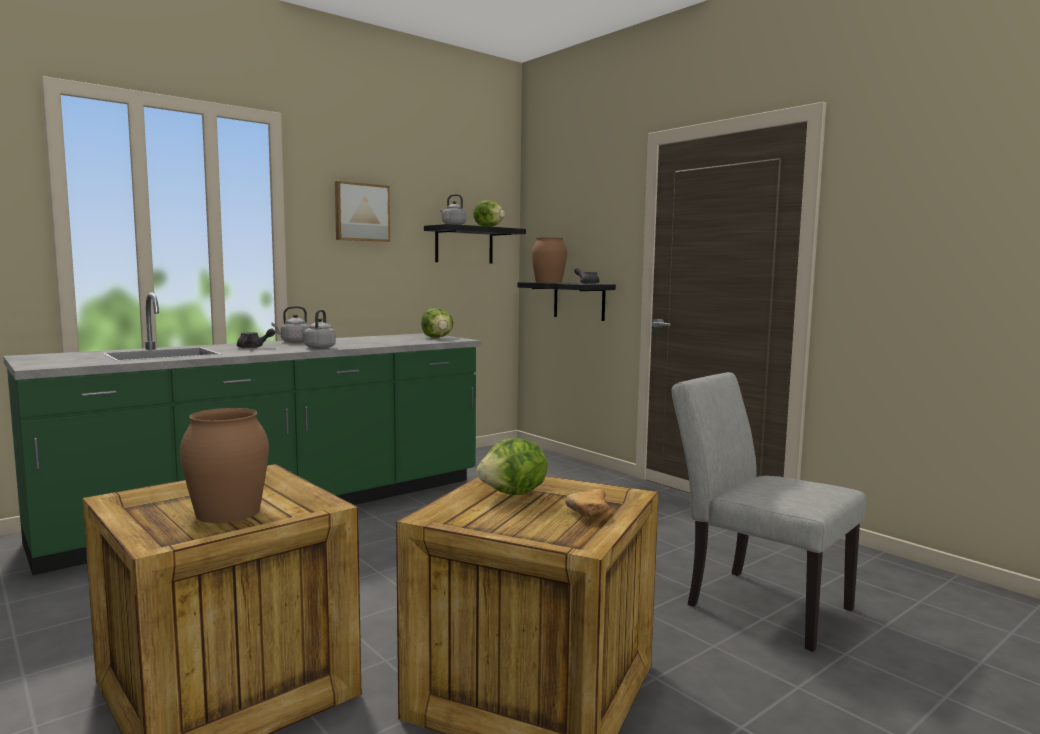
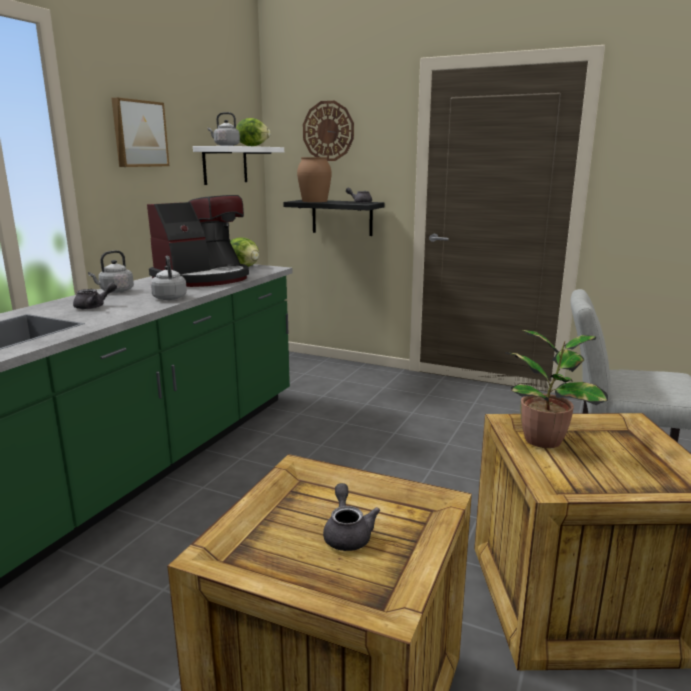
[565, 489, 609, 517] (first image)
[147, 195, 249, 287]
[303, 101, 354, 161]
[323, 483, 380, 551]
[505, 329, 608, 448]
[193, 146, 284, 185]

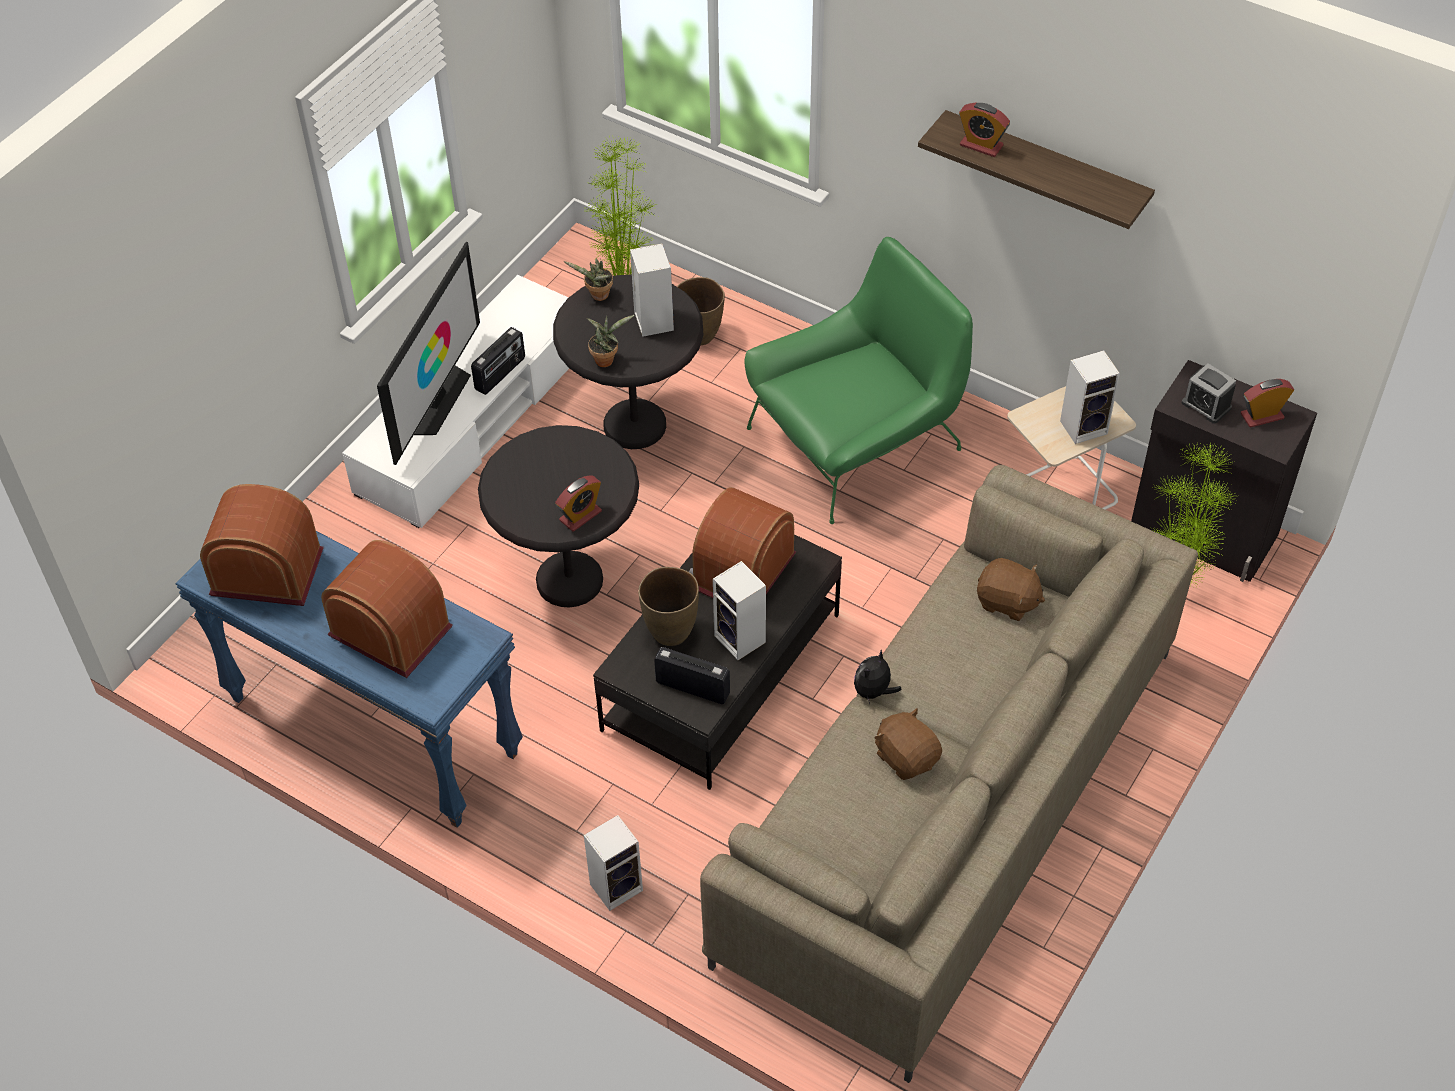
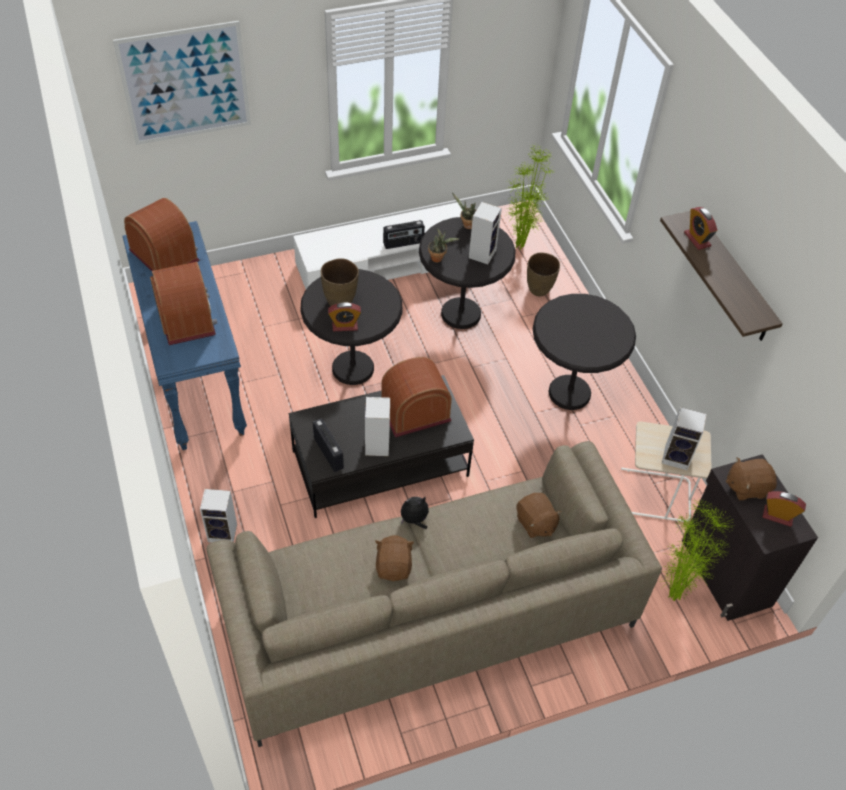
[377, 242, 480, 465] (first image)
[113, 21, 251, 145]
[321, 258, 359, 306]
[533, 294, 636, 410]
[726, 457, 777, 500]

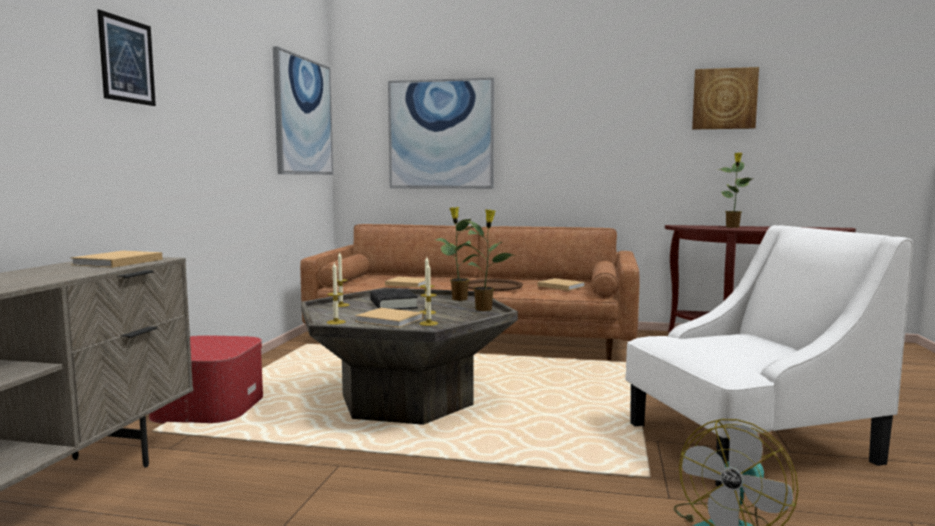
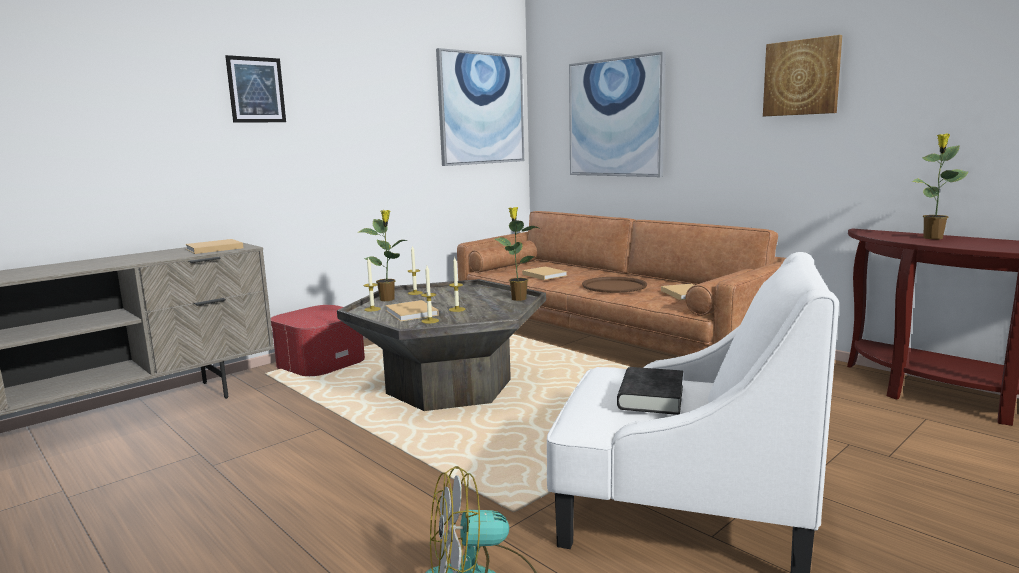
[617, 367, 683, 415]
[357, 210, 408, 301]
[763, 35, 842, 116]

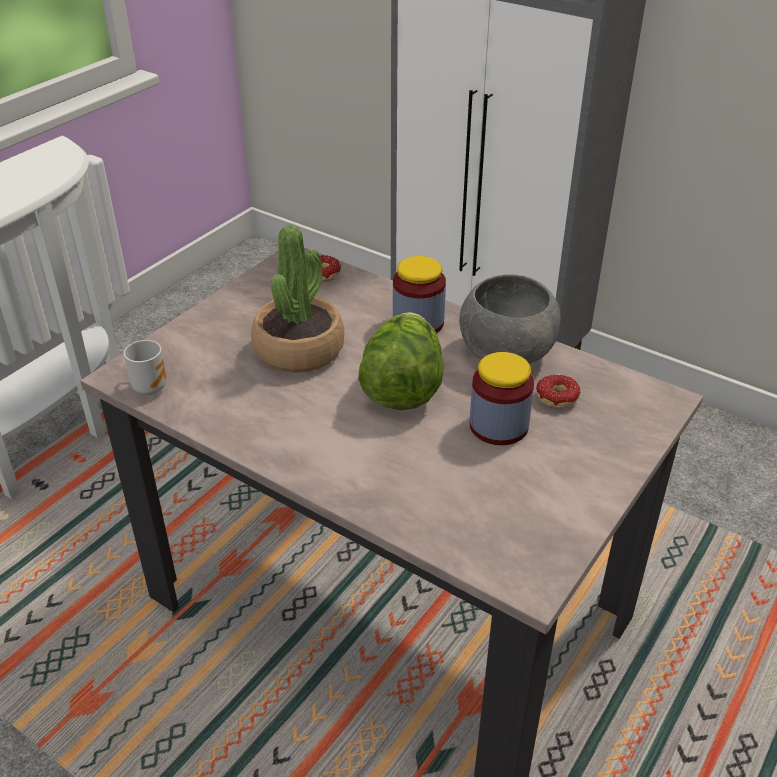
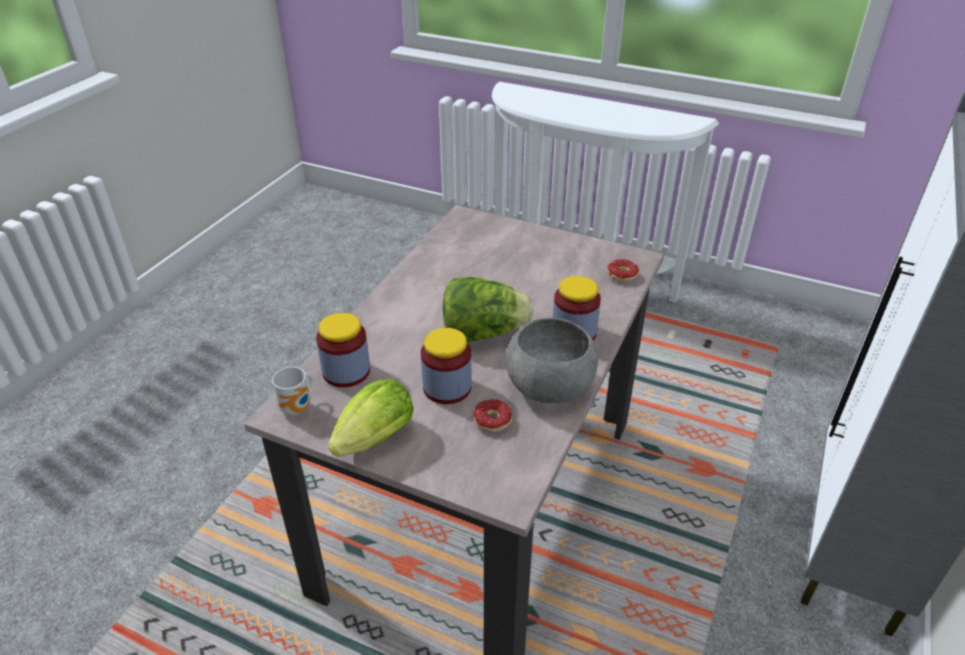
[251, 225, 344, 373] (first image)
[316, 313, 370, 387]
[328, 379, 414, 457]
[272, 367, 313, 415]

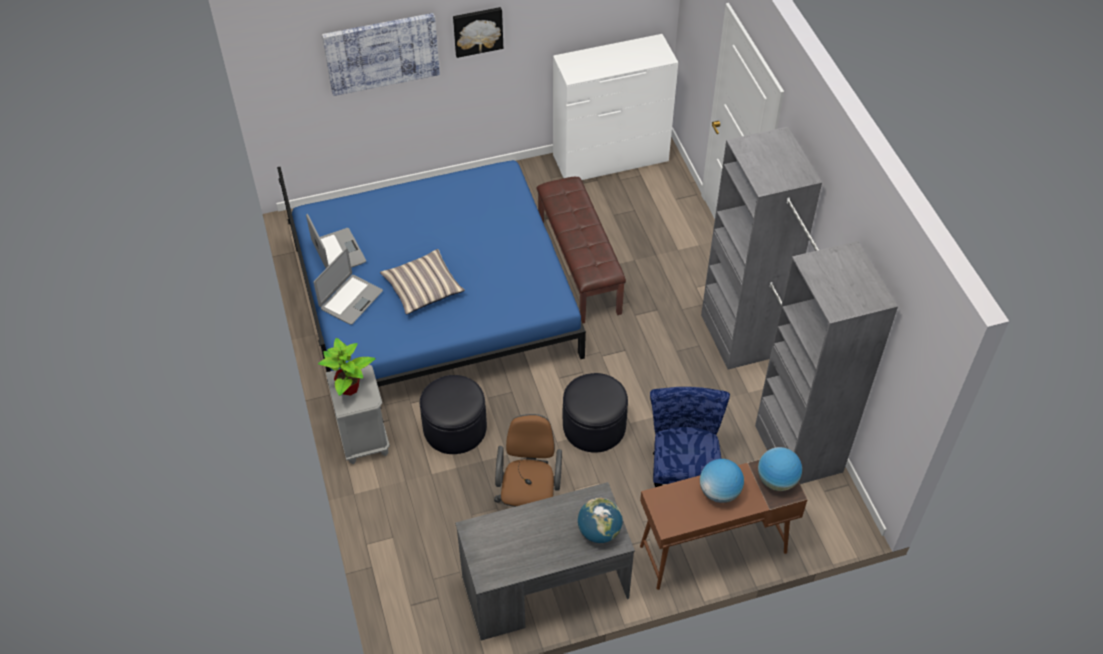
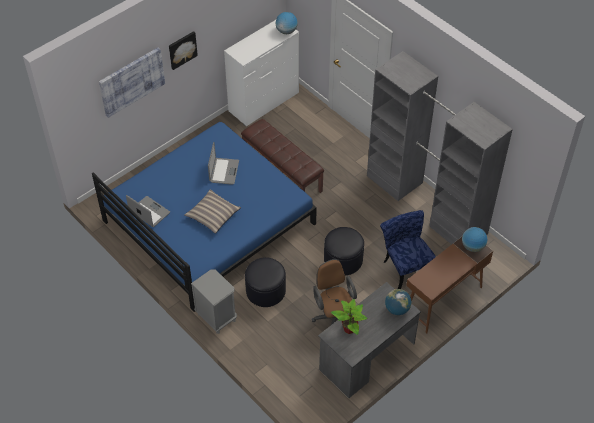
[208, 142, 239, 184]
[331, 299, 368, 335]
[276, 12, 298, 34]

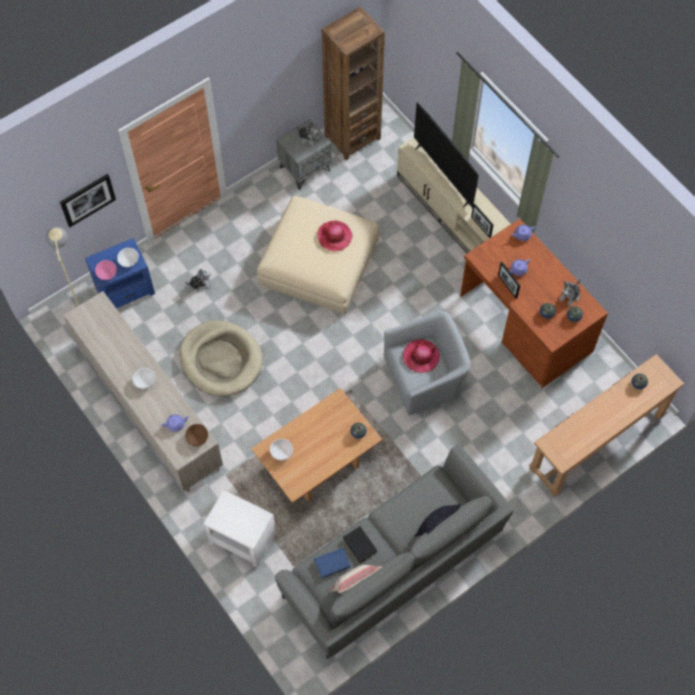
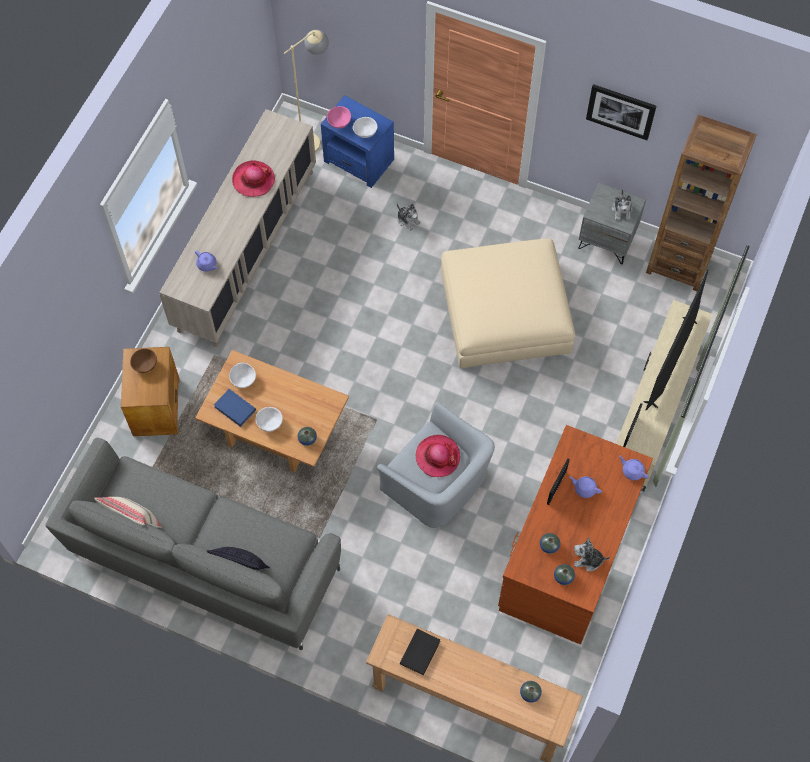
[179, 320, 263, 396] (first image)
[586, 84, 657, 140]
[256, 407, 283, 432]
[130, 348, 157, 373]
[214, 389, 256, 427]
[232, 160, 275, 197]
[400, 629, 440, 675]
[121, 347, 179, 436]

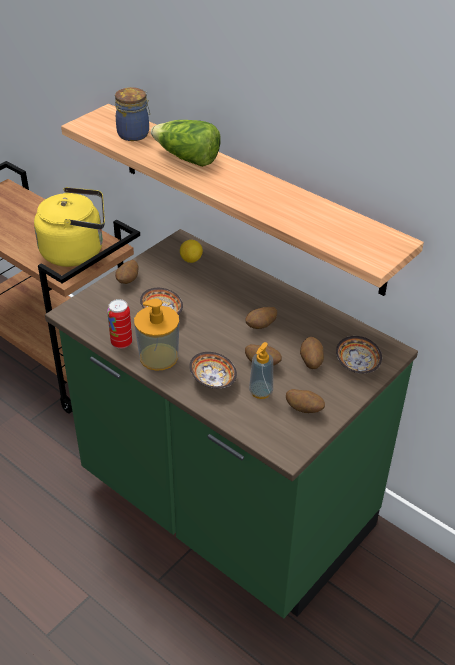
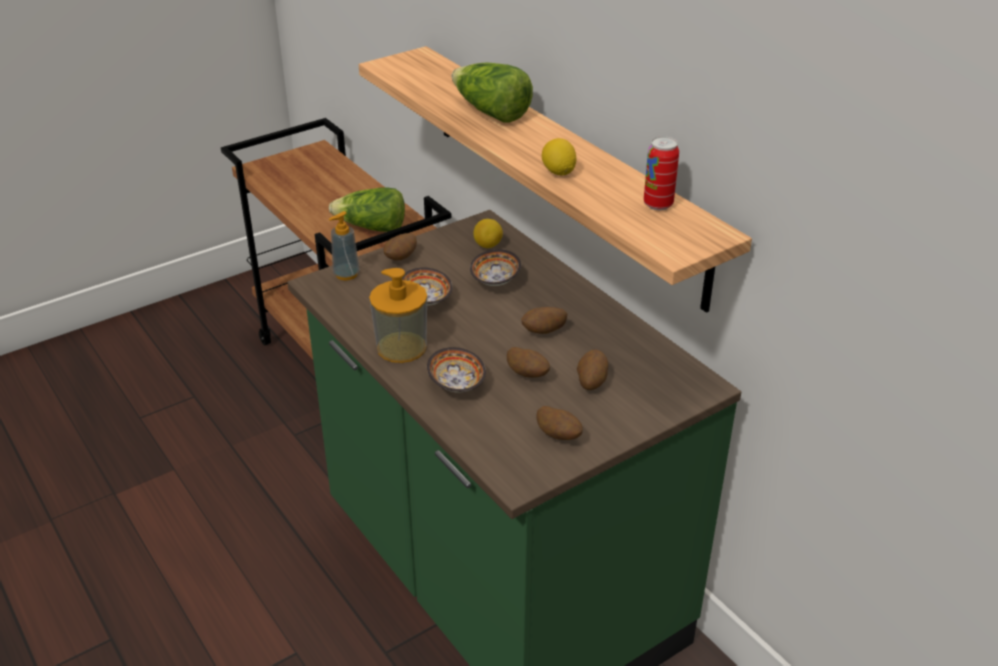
[115, 87, 150, 141] (first image)
[542, 138, 576, 175]
[644, 136, 679, 210]
[329, 211, 360, 281]
[470, 249, 521, 286]
[329, 188, 405, 232]

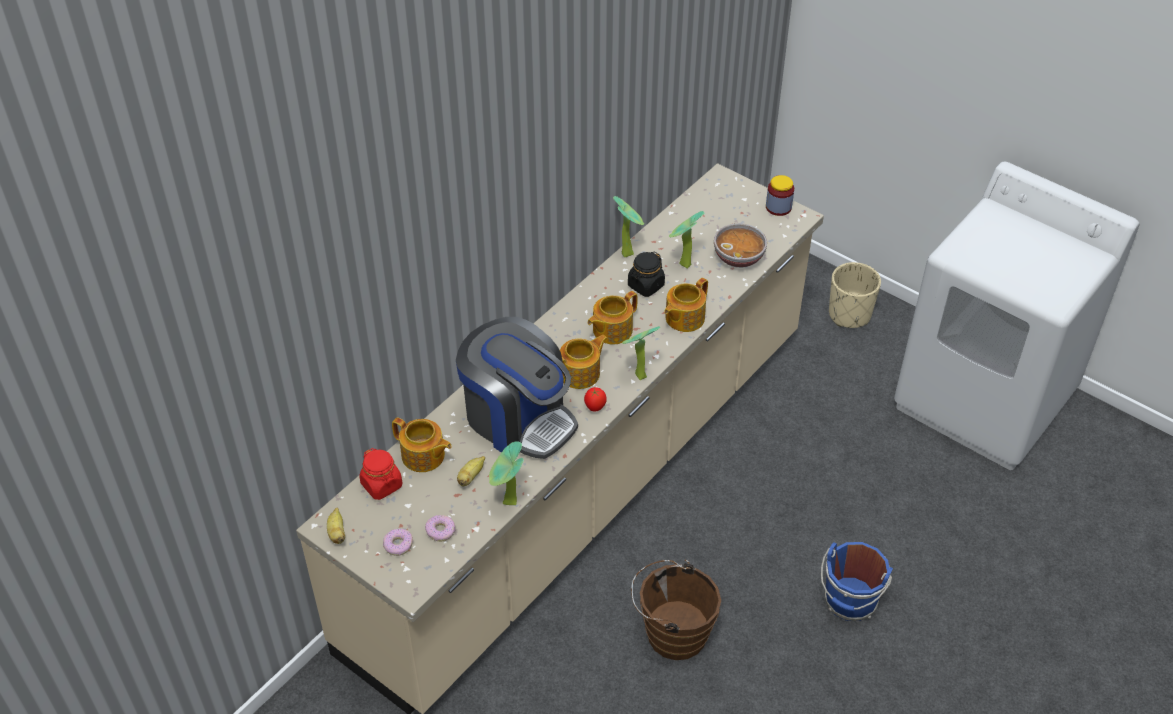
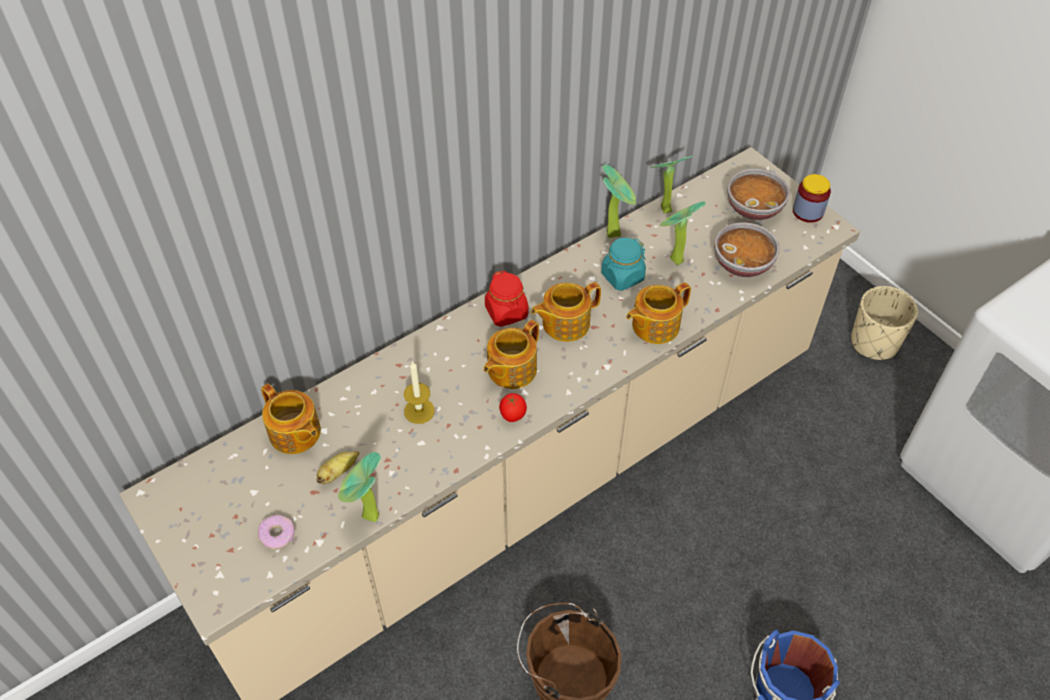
[327, 507, 345, 544] (first image)
[383, 529, 413, 556] (first image)
[727, 169, 790, 220]
[485, 270, 528, 327]
[650, 156, 693, 214]
[404, 361, 435, 424]
[601, 238, 646, 291]
[483, 320, 539, 389]

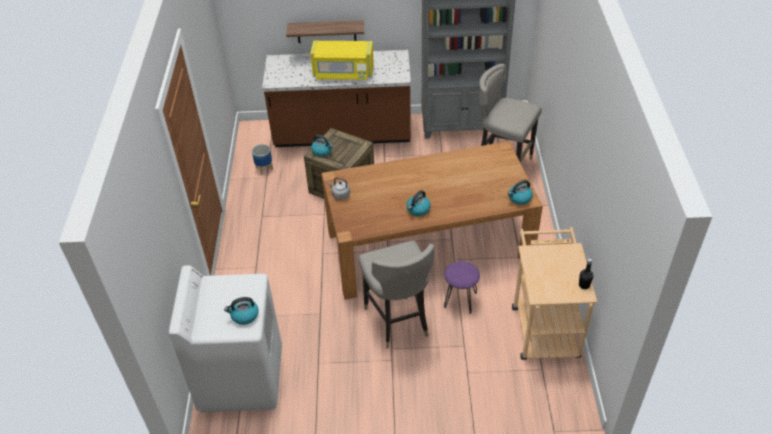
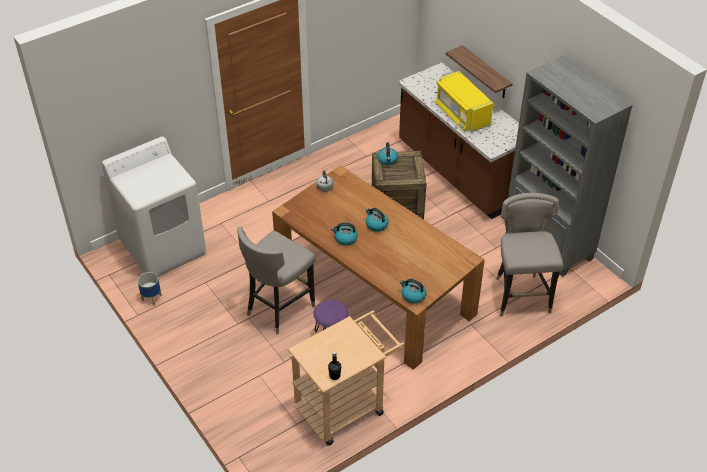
[366, 208, 389, 232]
[137, 272, 162, 305]

